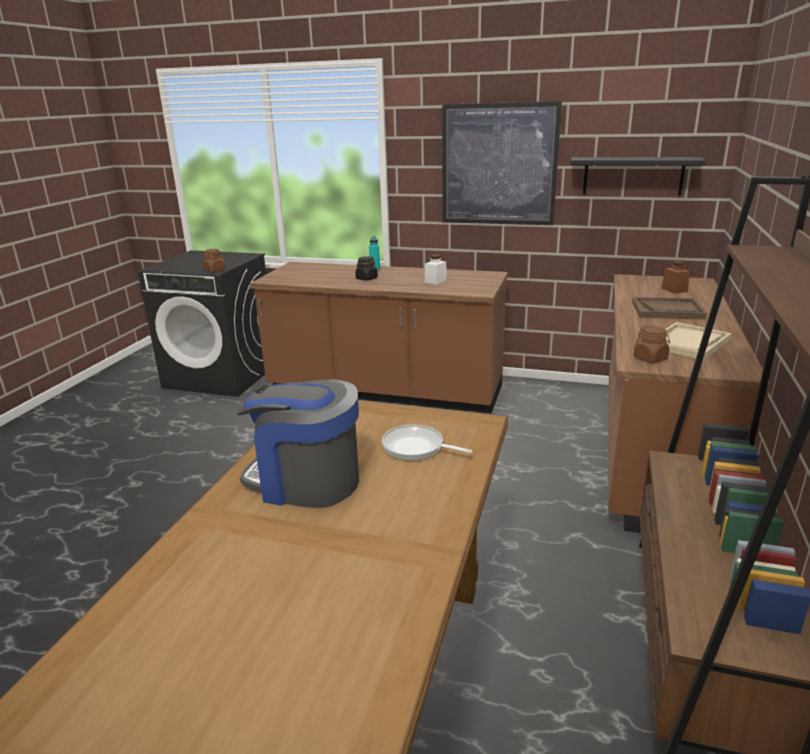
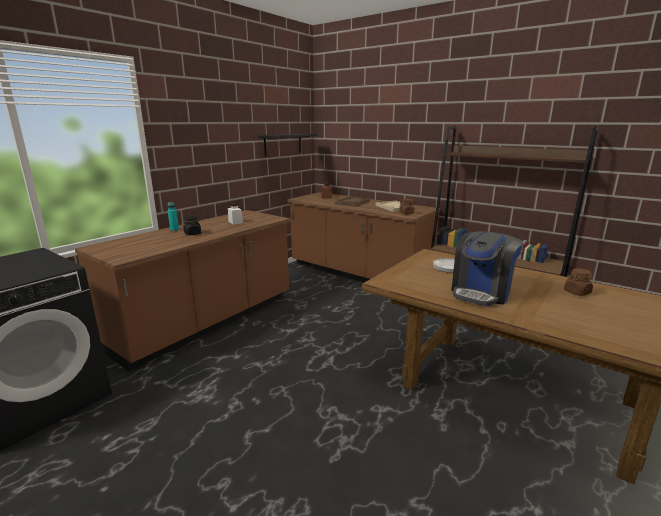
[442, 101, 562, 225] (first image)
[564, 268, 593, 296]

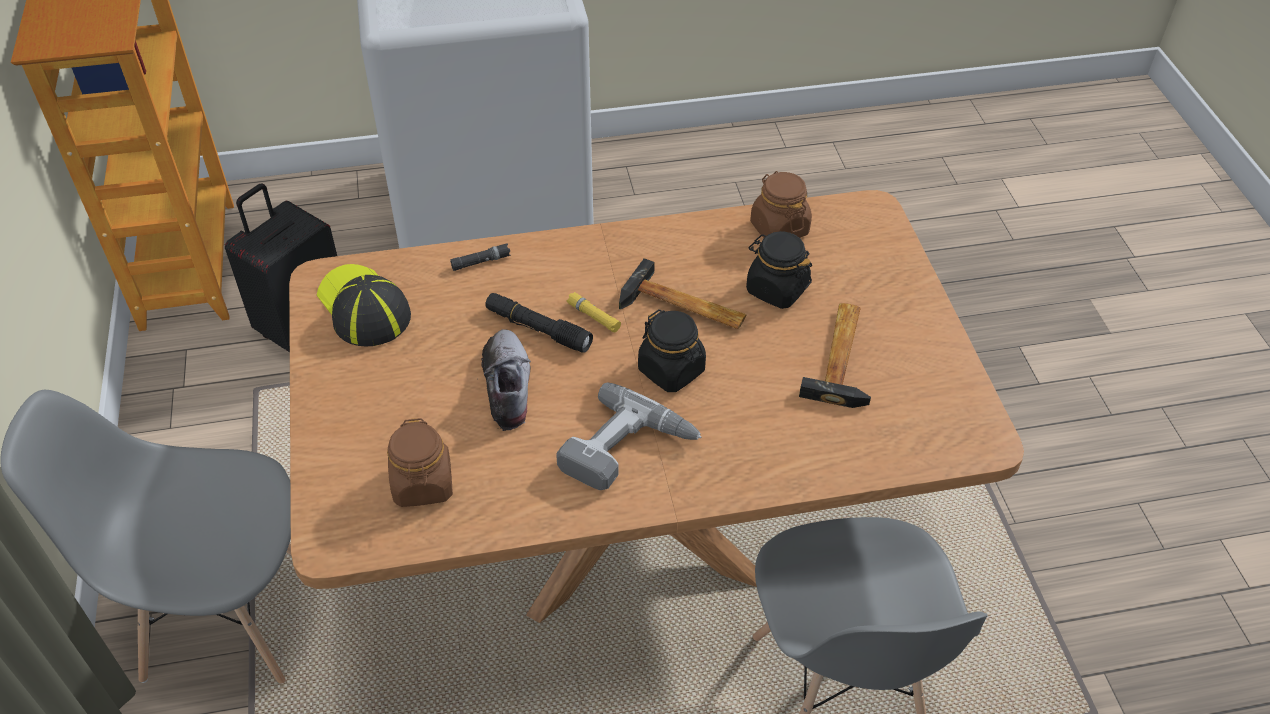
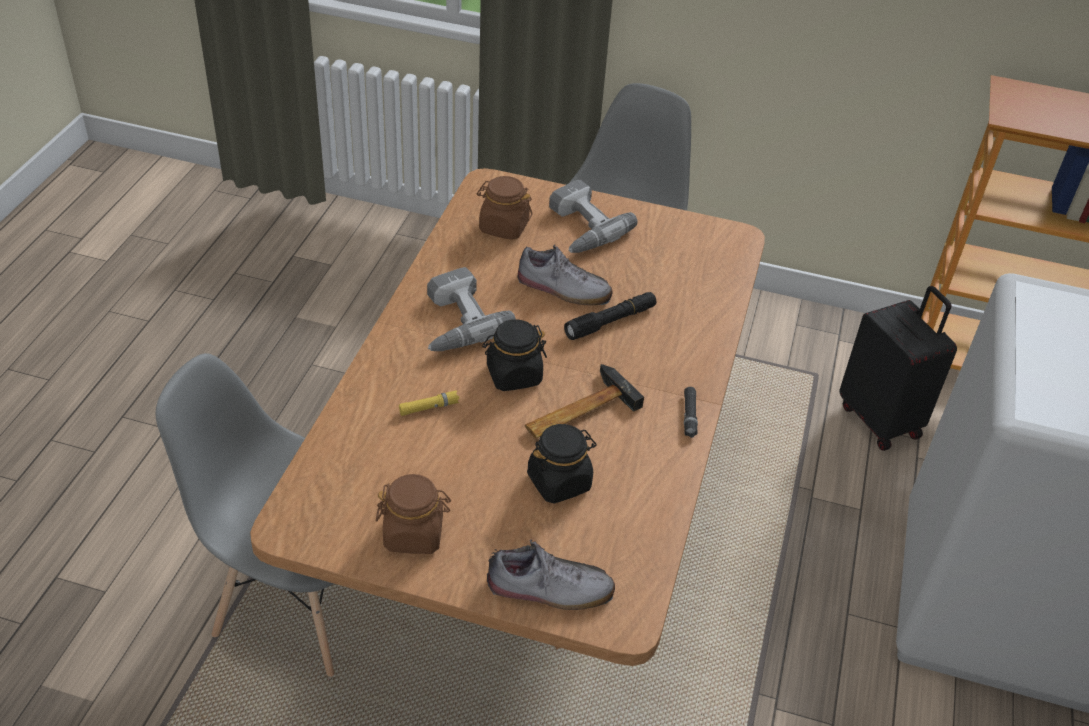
[317, 264, 411, 346] (first image)
[799, 303, 871, 408] (first image)
[487, 539, 615, 610]
[549, 180, 637, 253]
[684, 387, 698, 438]
[399, 390, 459, 416]
[376, 474, 451, 554]

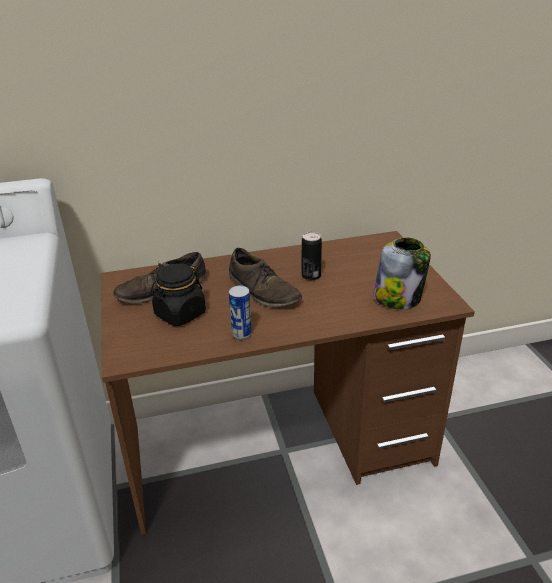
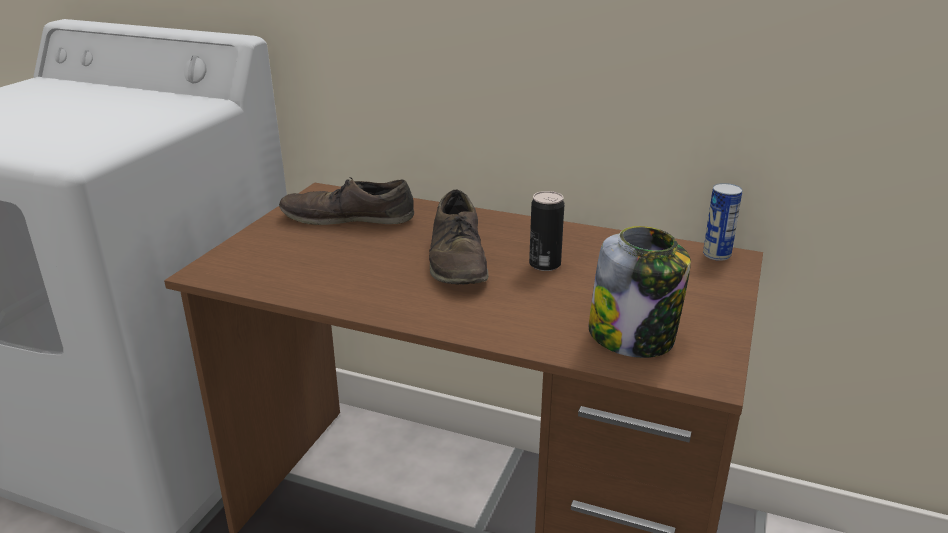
[150, 263, 206, 326] (first image)
[703, 183, 743, 261]

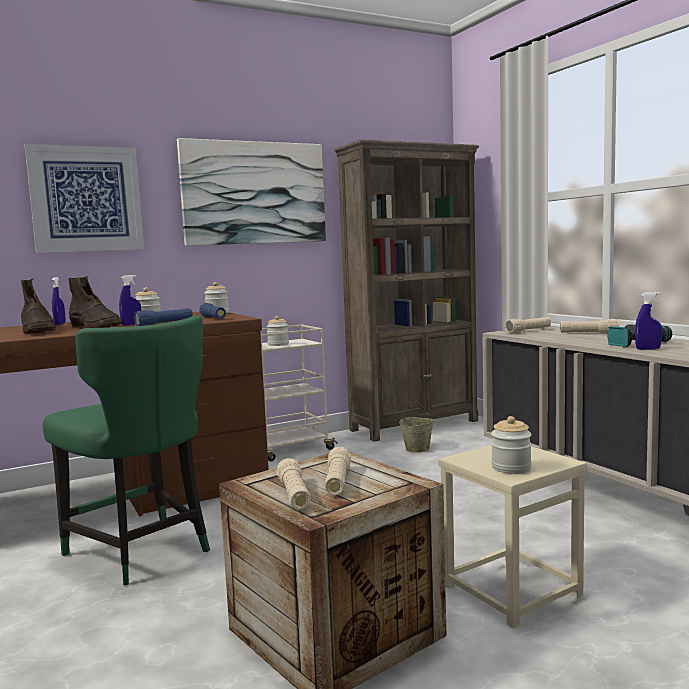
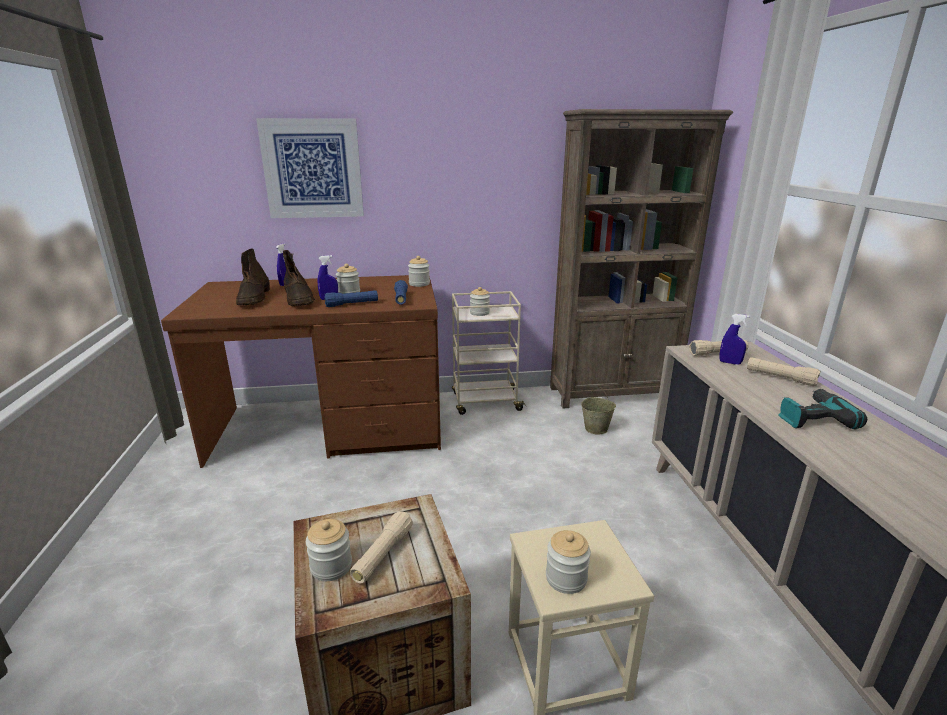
[43, 316, 210, 585] (first image)
[177, 138, 326, 246] (first image)
[719, 314, 750, 365]
[306, 519, 352, 581]

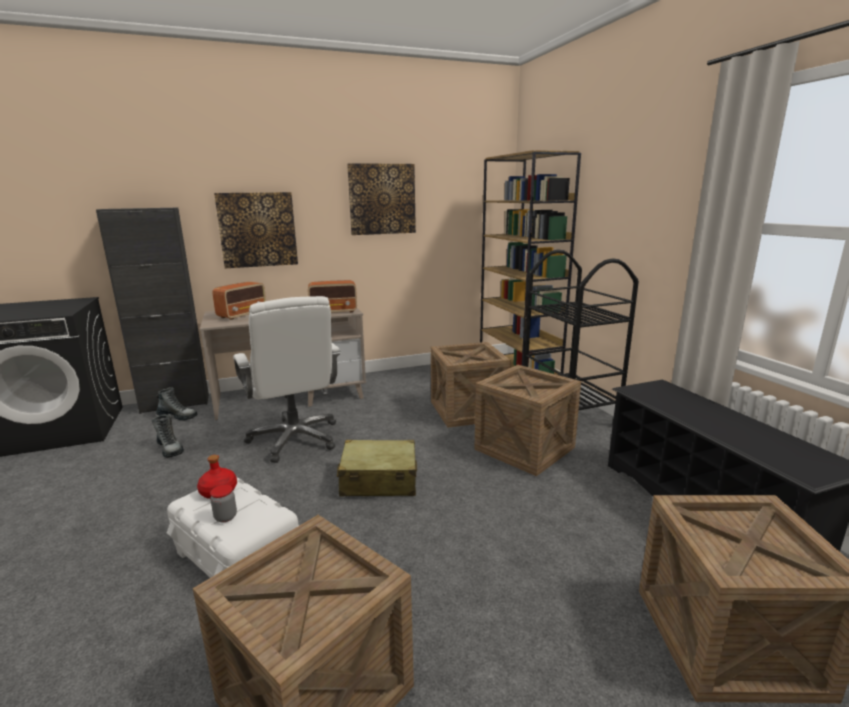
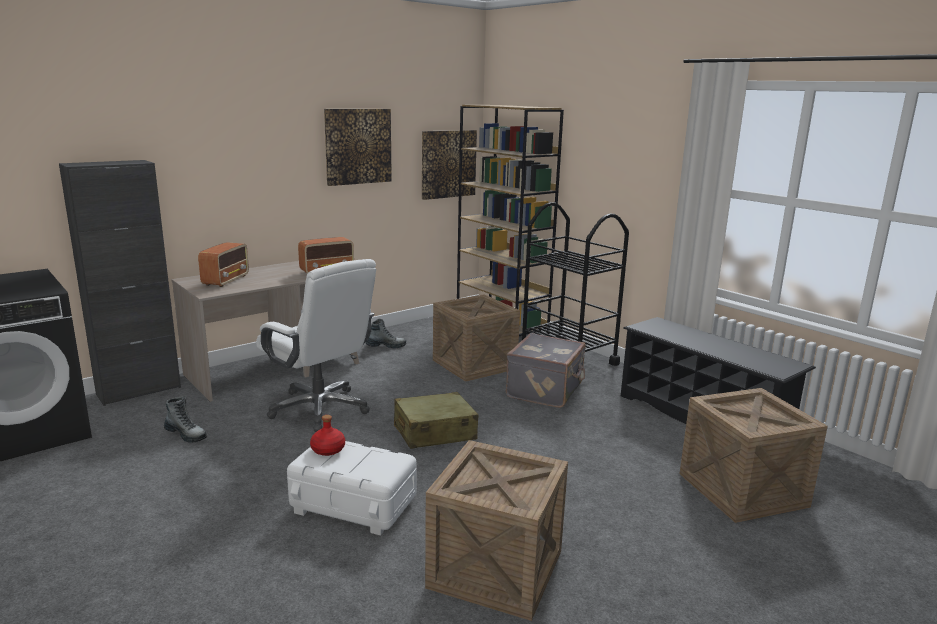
[210, 485, 237, 522] (first image)
[365, 319, 406, 348]
[422, 130, 477, 200]
[506, 333, 586, 408]

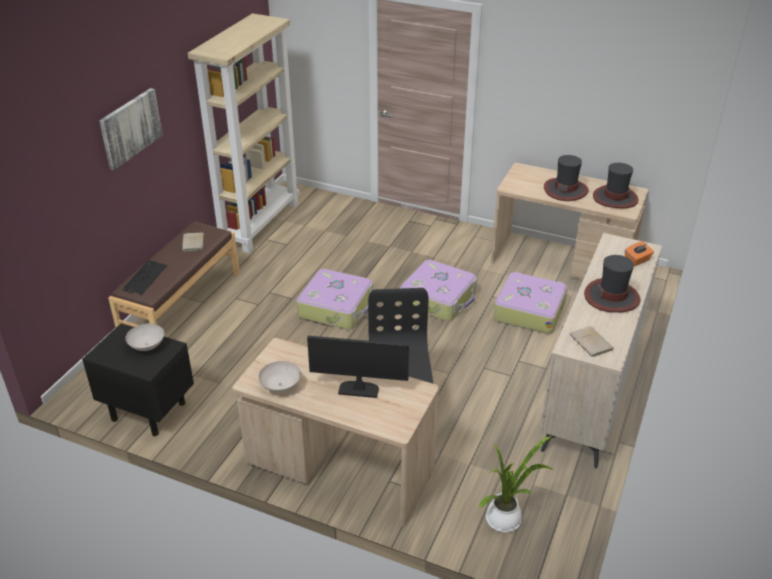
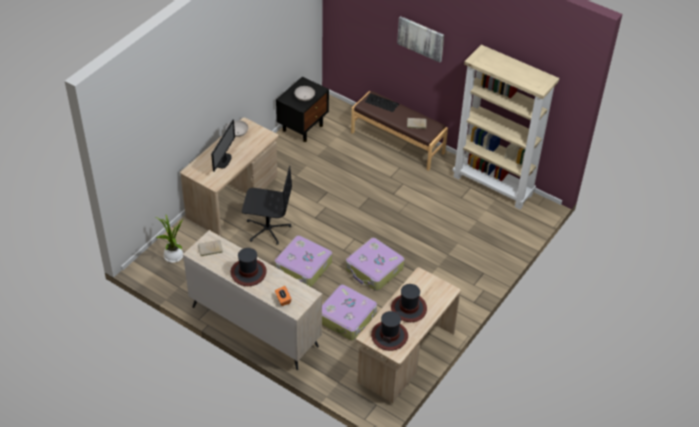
[275, 235, 332, 287]

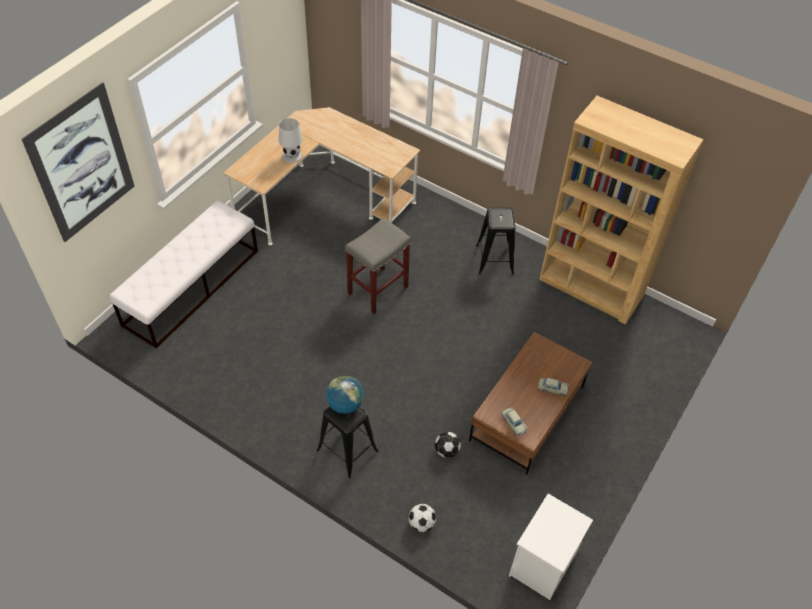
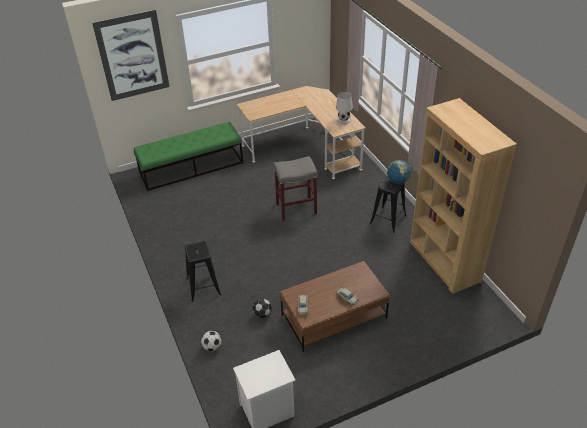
[336, 92, 353, 124]
[387, 160, 411, 184]
[134, 122, 243, 191]

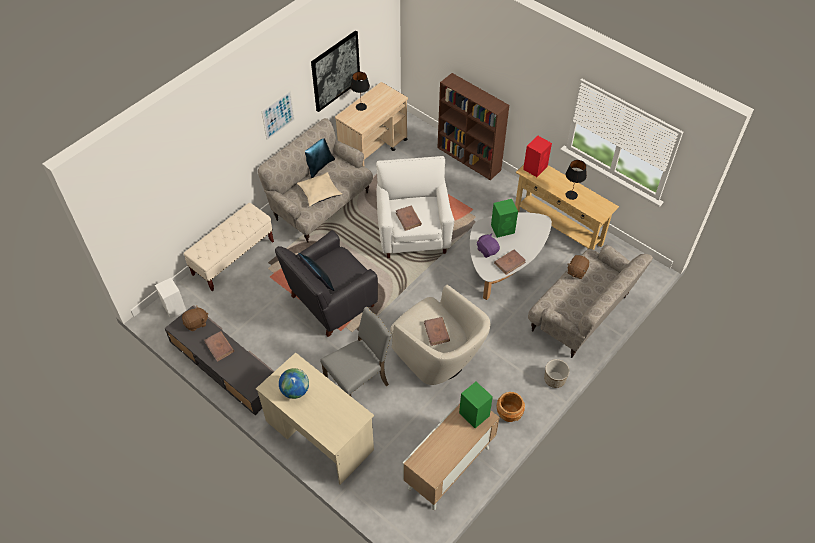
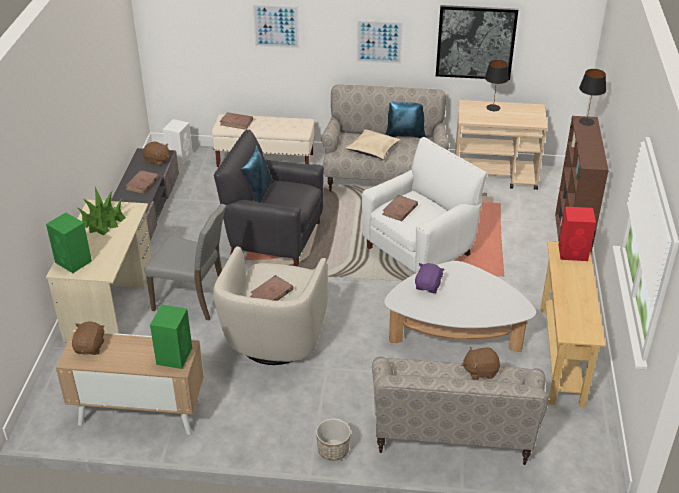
[497, 392, 525, 422] (first image)
[72, 322, 105, 355]
[253, 4, 299, 48]
[46, 213, 92, 273]
[220, 112, 253, 130]
[579, 69, 606, 126]
[78, 187, 126, 235]

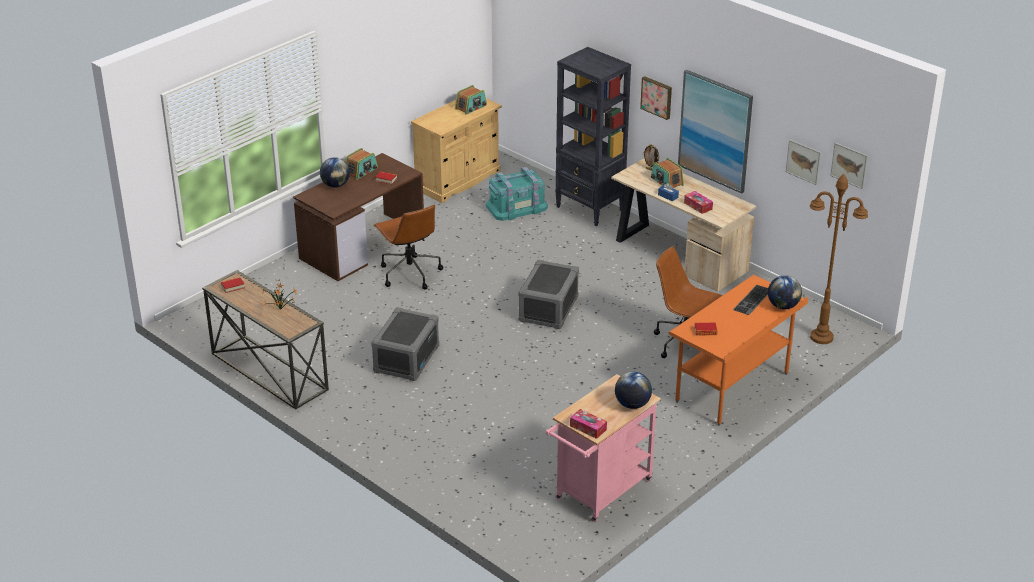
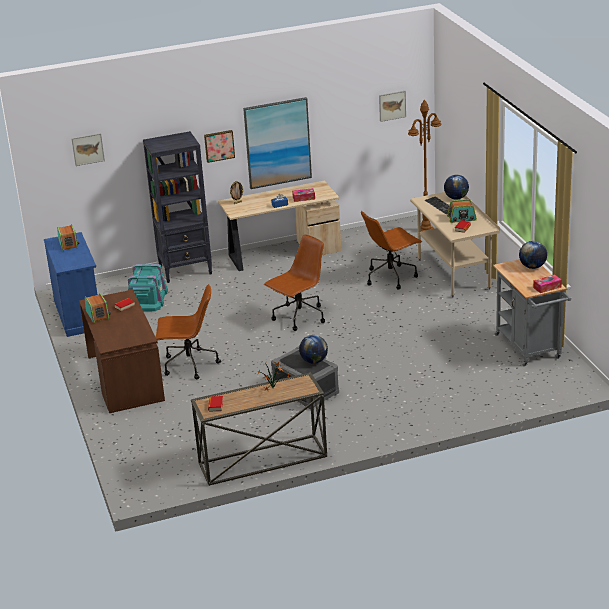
[299, 335, 328, 364]
[447, 199, 477, 223]
[71, 133, 105, 166]
[264, 234, 325, 331]
[44, 232, 97, 337]
[493, 259, 572, 367]
[410, 192, 500, 297]

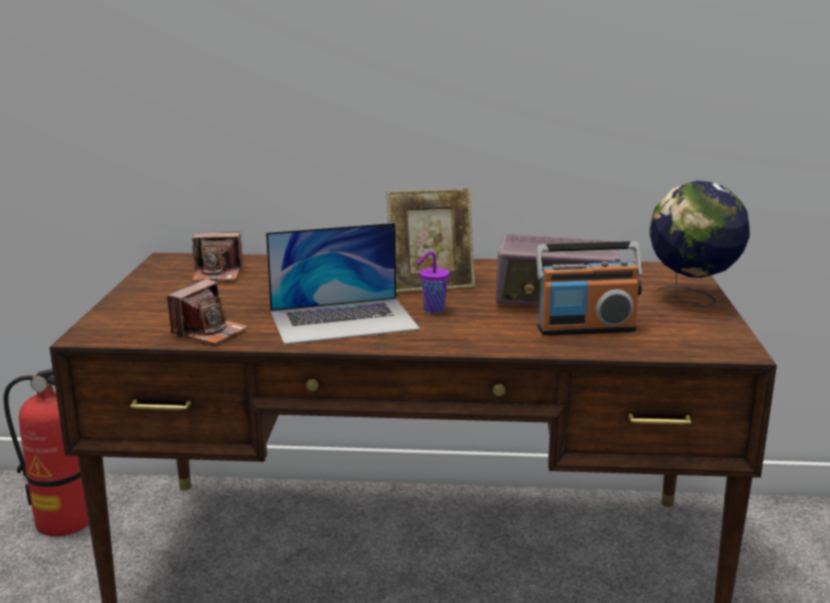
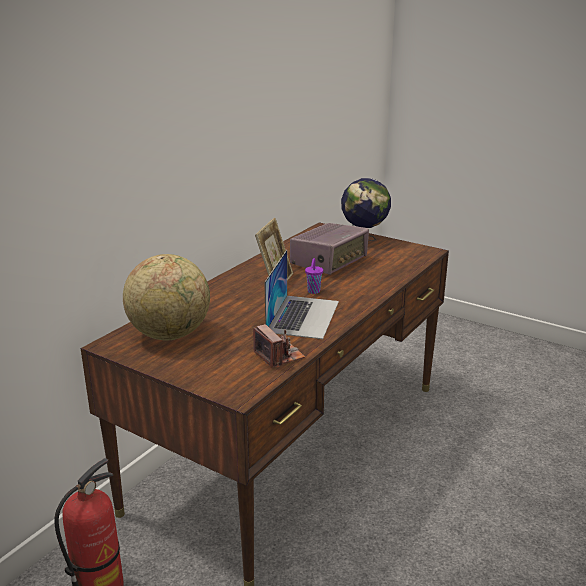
[536, 241, 642, 336] (first image)
[123, 254, 210, 341]

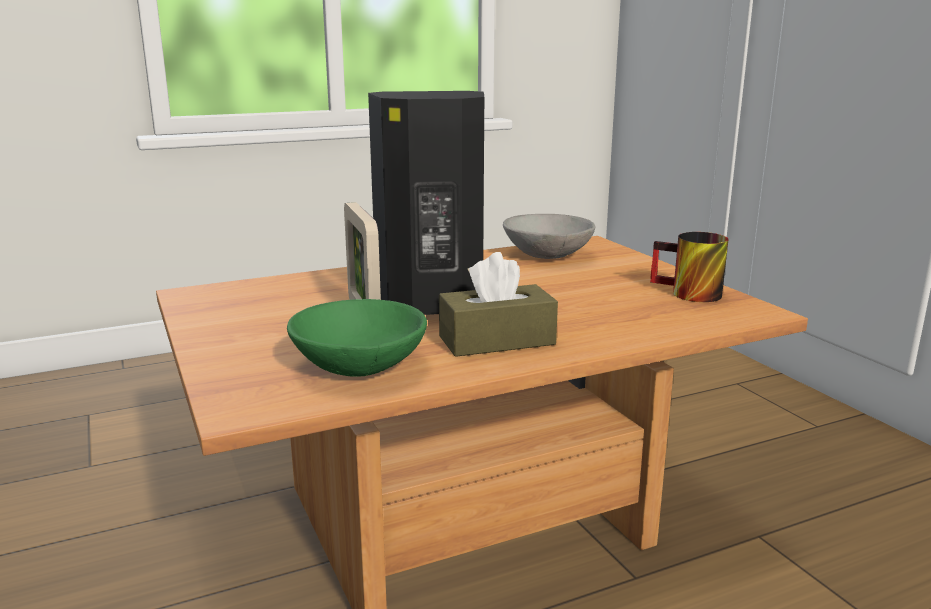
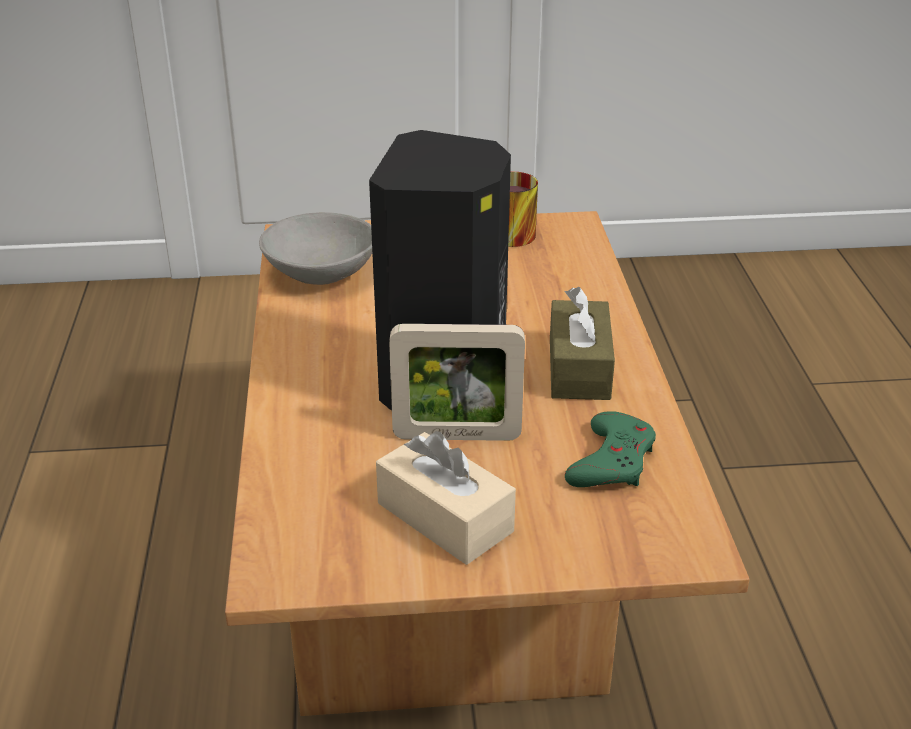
[376, 431, 516, 565]
[565, 411, 656, 487]

